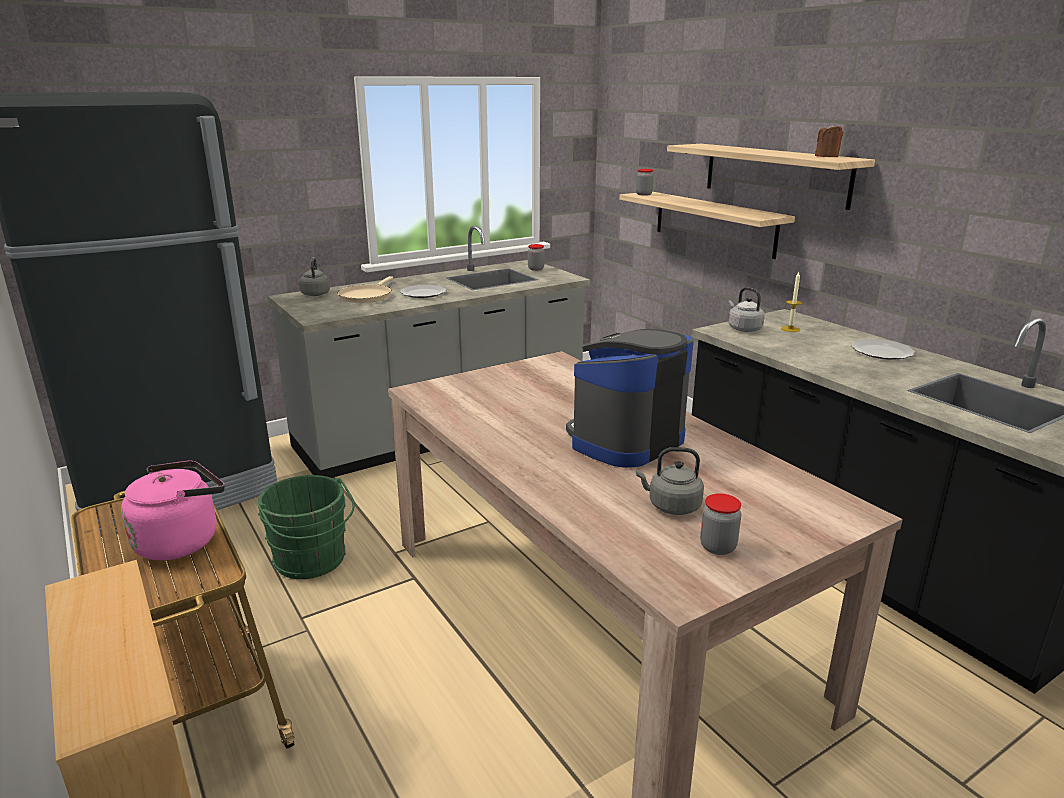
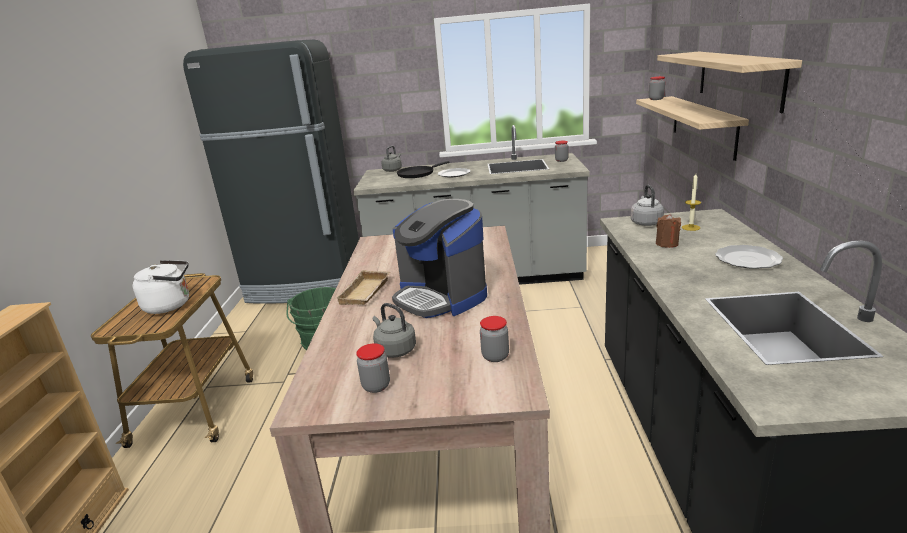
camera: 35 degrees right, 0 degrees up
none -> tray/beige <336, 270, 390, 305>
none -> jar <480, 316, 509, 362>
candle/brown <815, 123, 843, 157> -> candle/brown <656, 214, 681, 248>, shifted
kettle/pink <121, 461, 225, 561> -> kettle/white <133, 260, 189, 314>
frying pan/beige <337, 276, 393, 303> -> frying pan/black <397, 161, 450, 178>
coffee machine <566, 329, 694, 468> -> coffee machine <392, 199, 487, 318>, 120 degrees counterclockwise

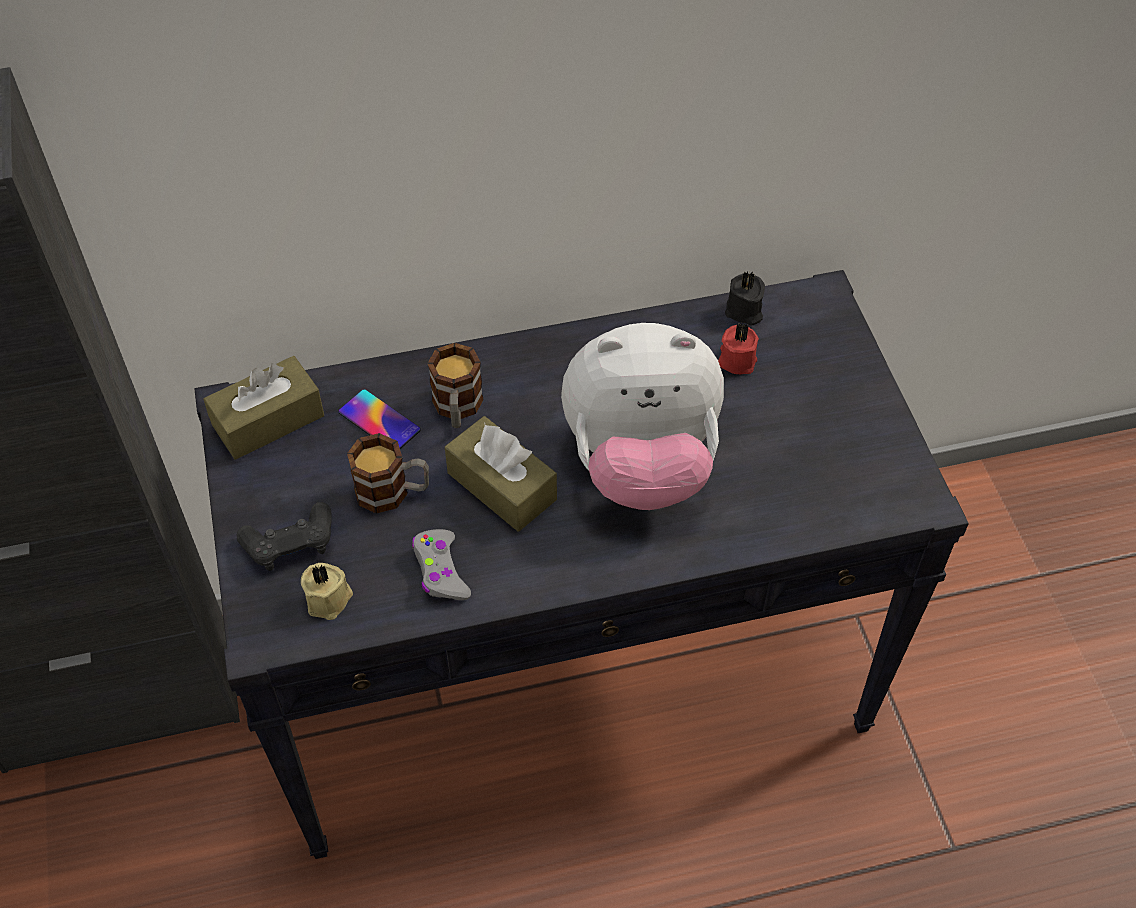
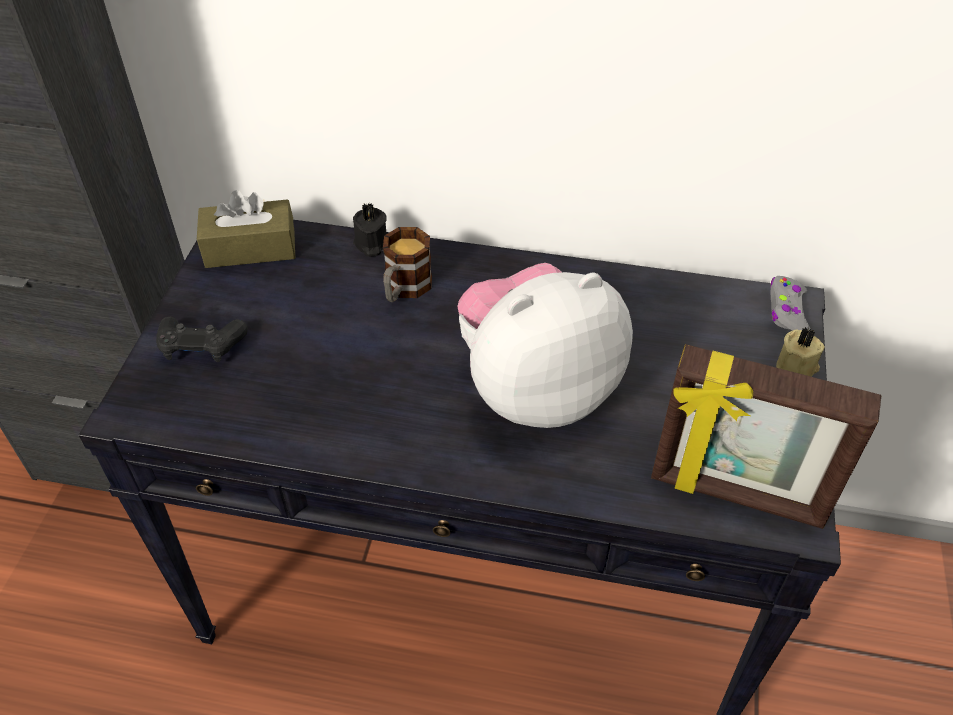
camera: 25 degrees right, 5 degrees down
phone <338, 389, 421, 449> -> none
mug <347, 433, 429, 514> -> none
tissue box/brown <445, 416, 557, 531> -> none
candle/red <718, 323, 759, 374> -> none
none -> picture frame <651, 344, 881, 529>
candle/beige <301, 563, 353, 620> -> candle/beige <776, 327, 825, 377>, shifted
game controller/grey <412, 529, 471, 600> -> game controller/grey <771, 276, 811, 331>, shifted
candle/black <725, 271, 765, 326> -> candle/black <353, 203, 387, 257>, shifted
plush toy <561, 323, 724, 510> -> plush toy <457, 263, 633, 428>, 135 degrees clockwise

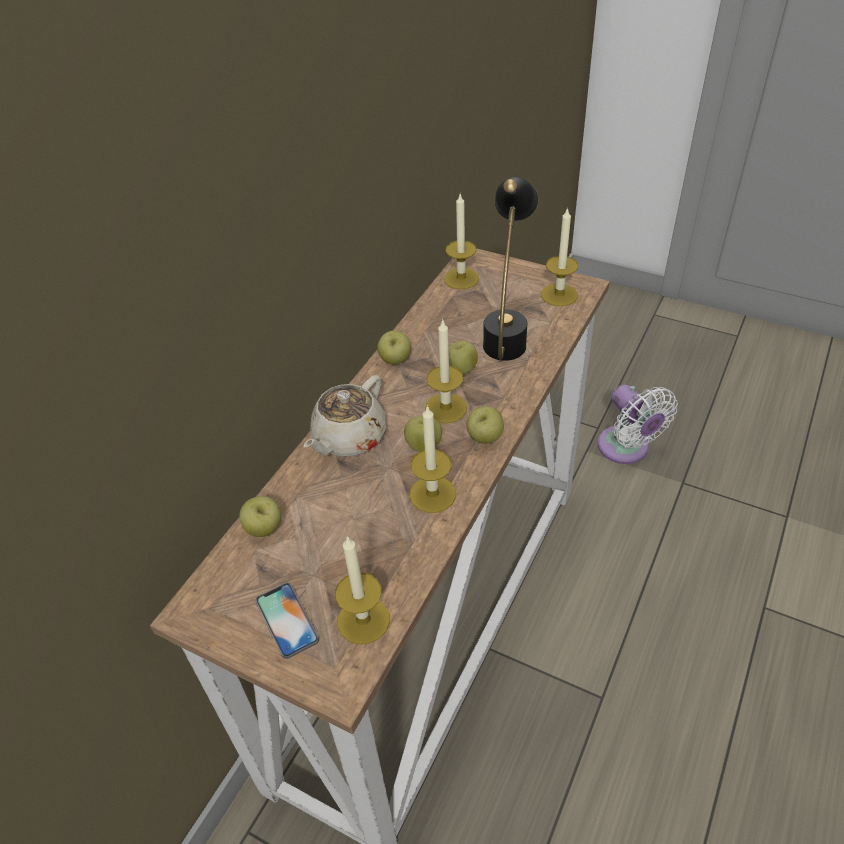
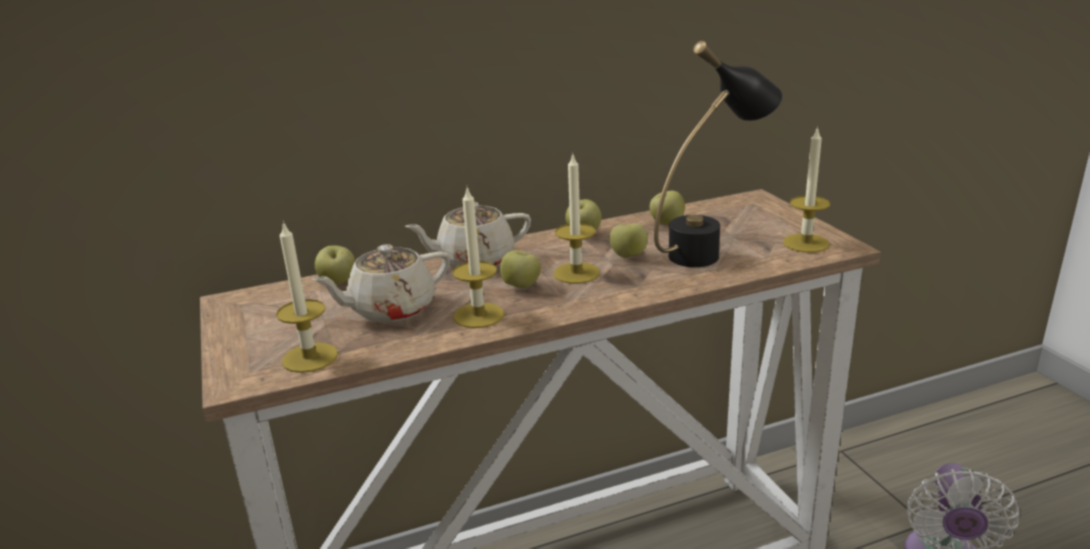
camera: 40 degrees right, 20 degrees down
phone <256, 583, 319, 659> -> none
candle <444, 194, 479, 289> -> none
none -> teapot/beige <312, 244, 450, 323>
apple <466, 406, 504, 444> -> apple <650, 191, 685, 225>, shifted

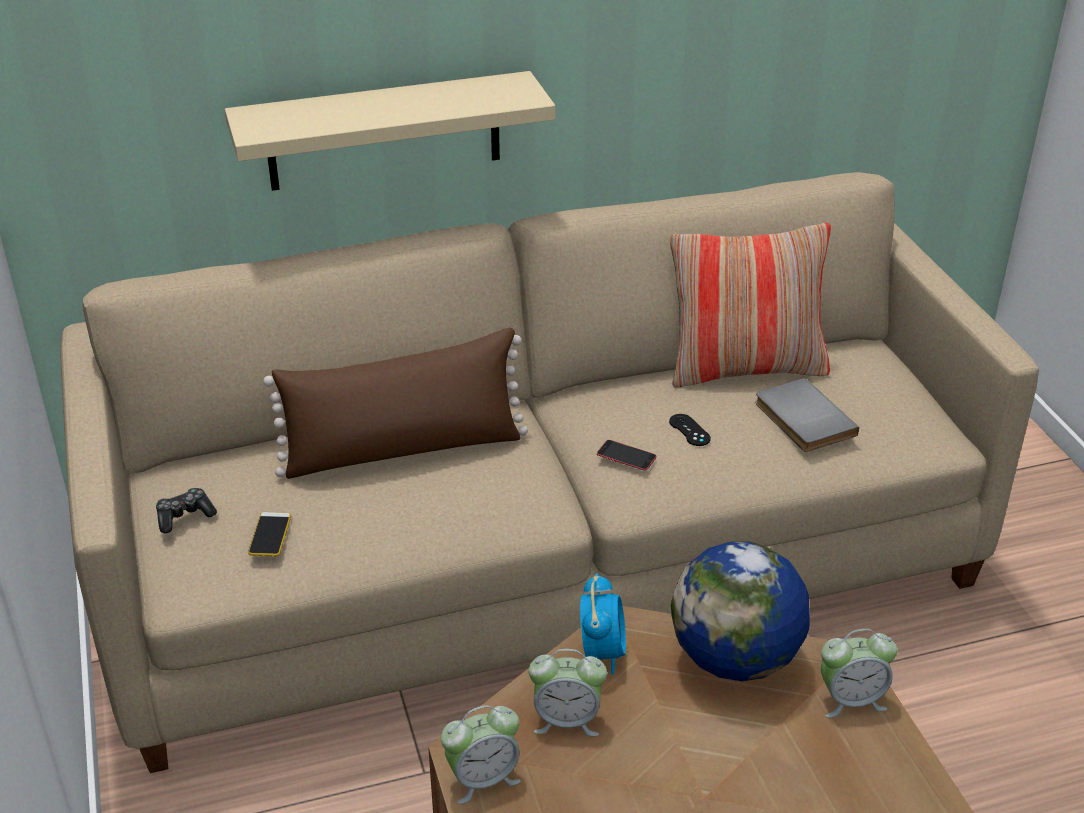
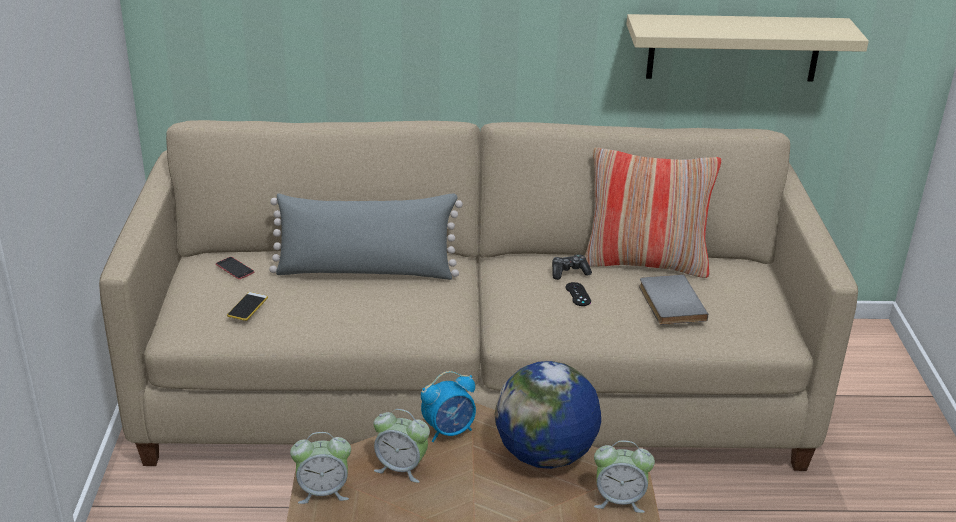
camera: 15 degrees right, 5 degrees down
game controller <156, 488, 217, 533> -> game controller <552, 254, 592, 280>, shifted
shelf/beige <225, 71, 555, 191> -> shelf/beige <626, 14, 869, 82>, shifted
phone <597, 440, 657, 471> -> phone <216, 257, 254, 279>, shifted
pillow/brown <263, 328, 528, 479> -> pillow/grey <269, 193, 463, 280>
alarm clock <580, 573, 626, 675> -> alarm clock <421, 371, 476, 442>, 45 degrees clockwise

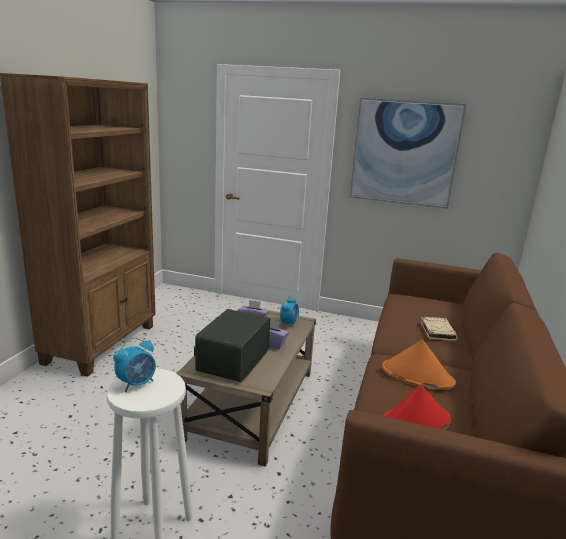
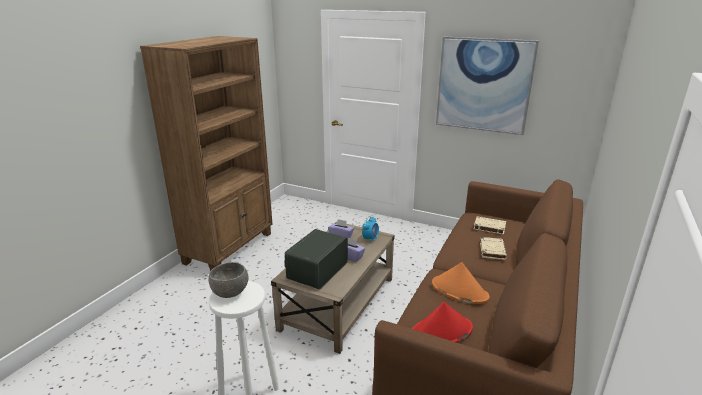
camera: 10 degrees right, 5 degrees up
none -> book/beige <474, 216, 506, 235>
alarm clock <113, 338, 156, 392> -> bowl/grey <209, 262, 248, 298>

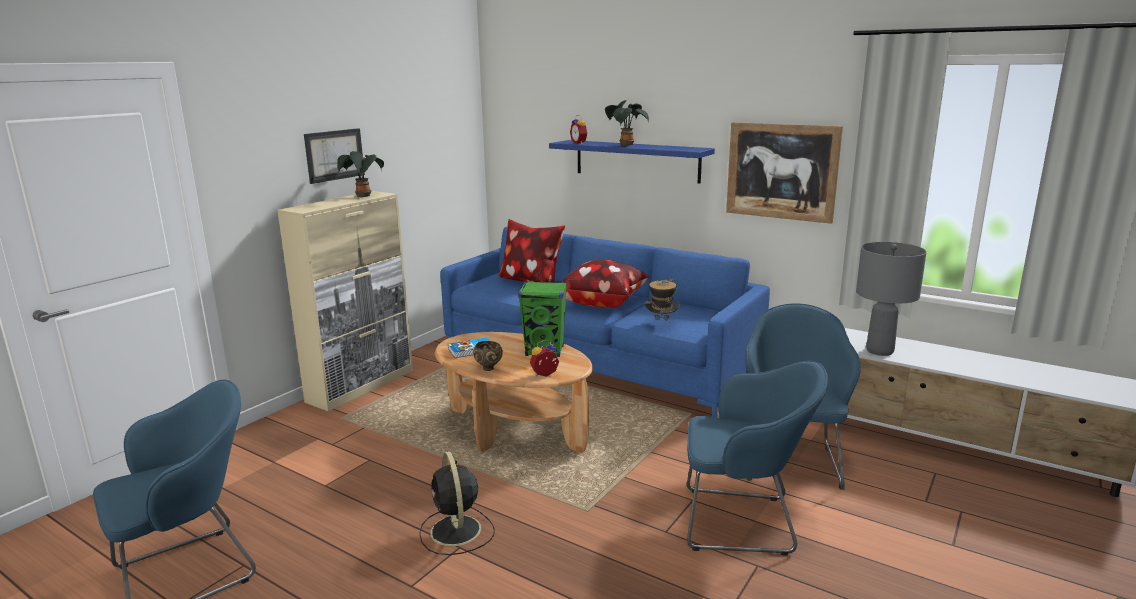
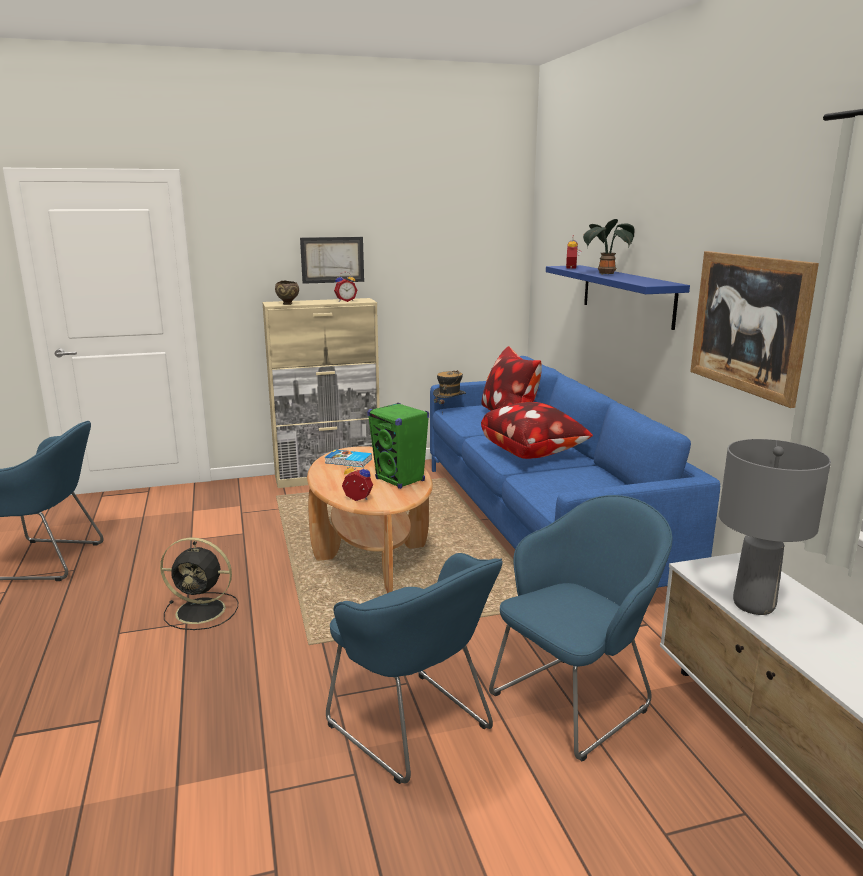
camera: 40 degrees right, 0 degrees up
bowl/brown <473, 341, 503, 371> -> bowl/brown <275, 281, 299, 305>, shifted
hat <644, 279, 680, 332> -> hat <433, 370, 466, 404>, shifted
potted plant <337, 151, 384, 197> -> alarm clock <334, 272, 358, 302>
fan/black <419, 451, 495, 555> -> fan/black <160, 537, 238, 630>, 105 degrees counterclockwise

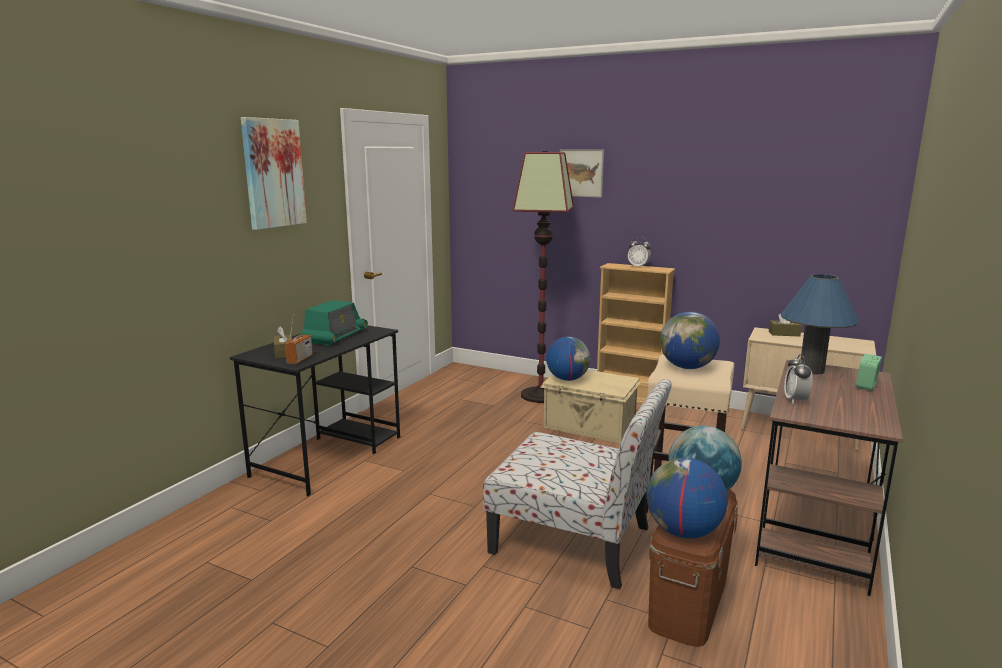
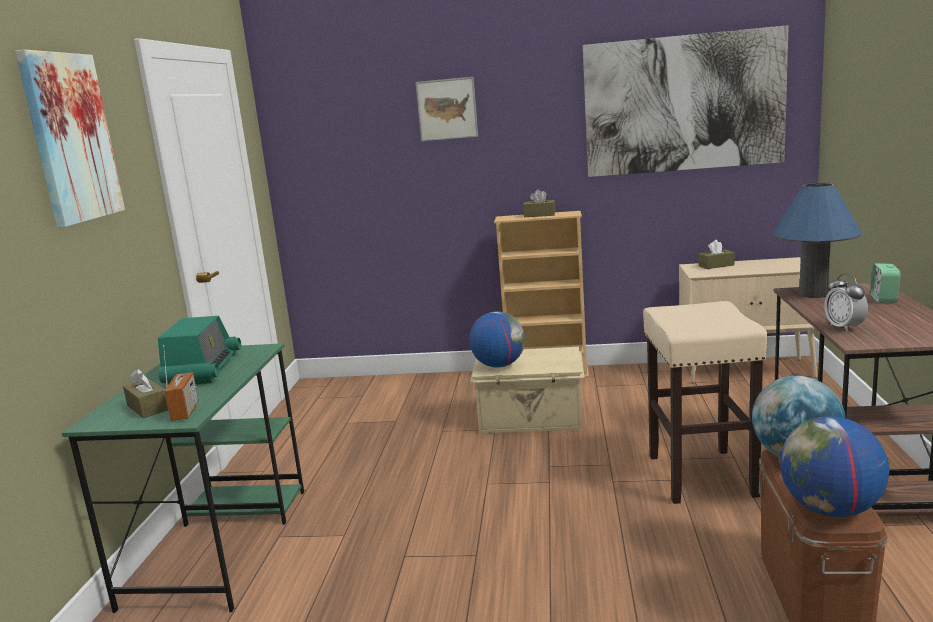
camera: 20 degrees left, 0 degrees up
chair <483, 379, 672, 589> -> none
floor lamp <512, 151, 574, 403> -> none
globe <660, 312, 720, 369> -> none
none -> picture <583, 25, 789, 177>
alarm clock <628, 237, 651, 268> -> tissue box/brown <523, 189, 555, 217>
desk/black <230, 325, 400, 496> -> desk/green <62, 343, 304, 613>

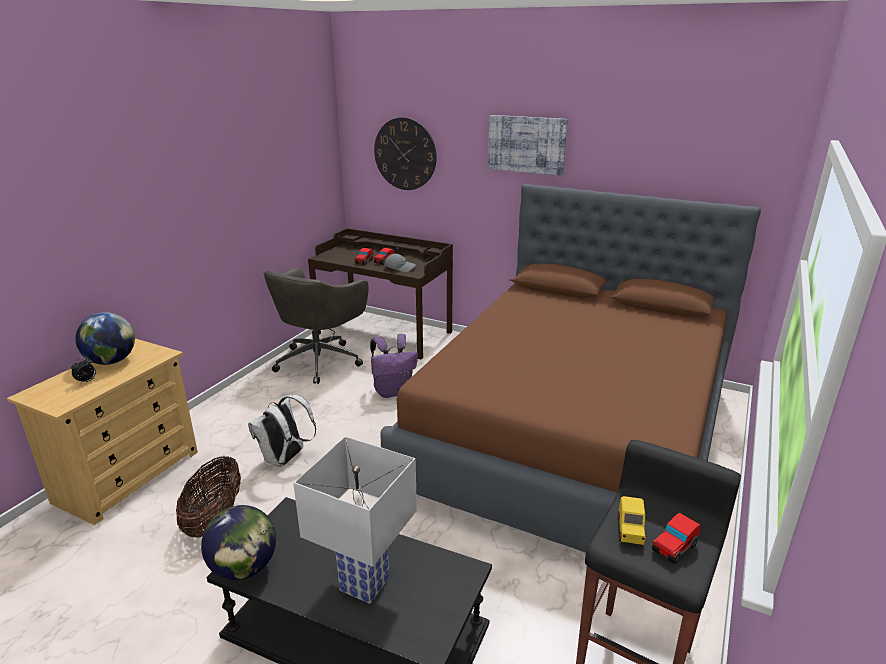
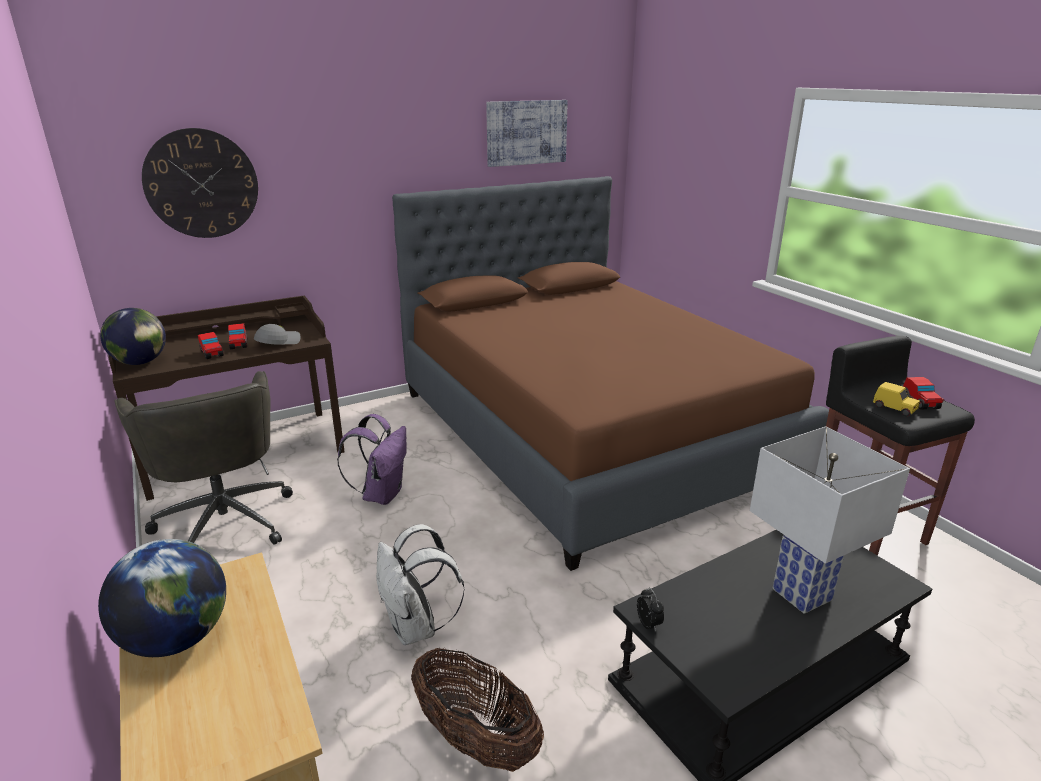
camera: 55 degrees left, 0 degrees up
alarm clock <71, 357, 96, 385> -> alarm clock <637, 588, 664, 632>, shifted
globe <201, 505, 276, 580> -> globe <100, 308, 166, 365>, shifted
picture <488, 115, 568, 176> -> picture <486, 100, 568, 167>, shifted

